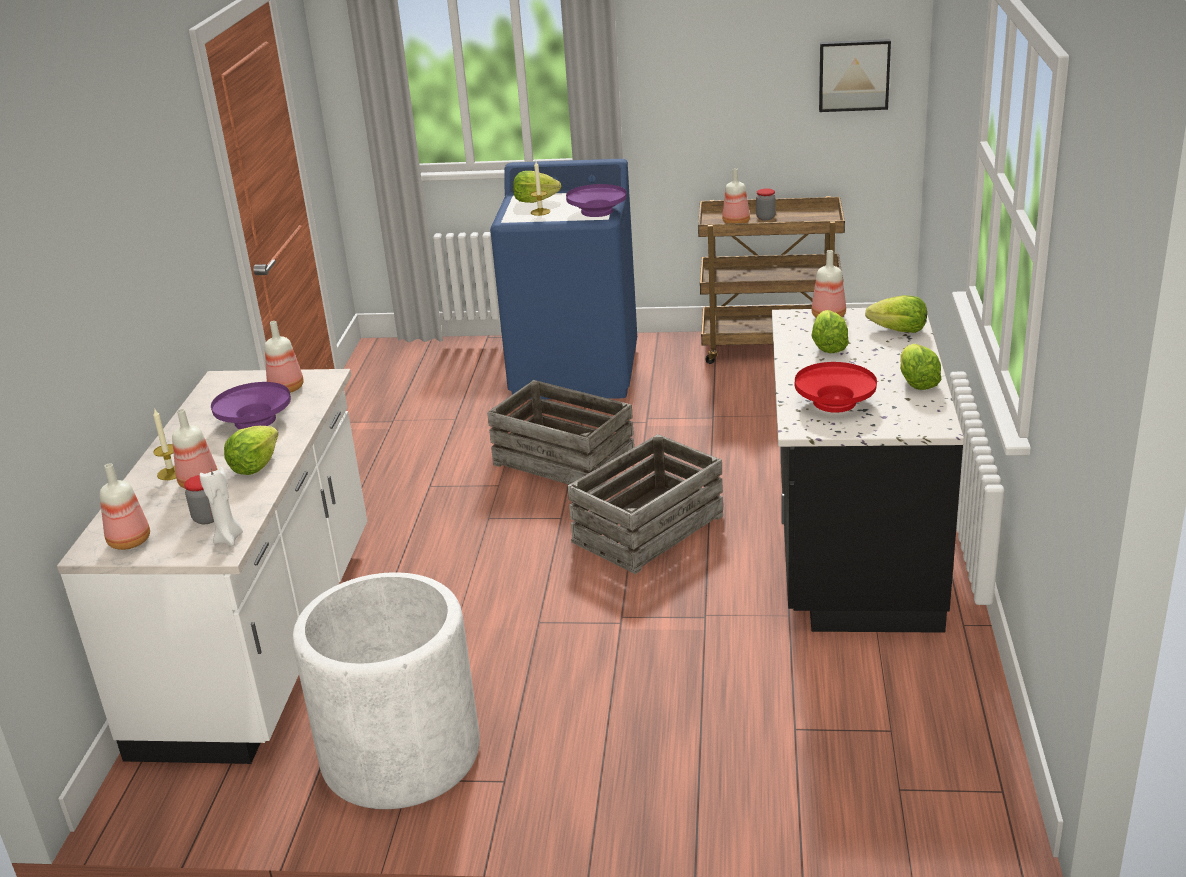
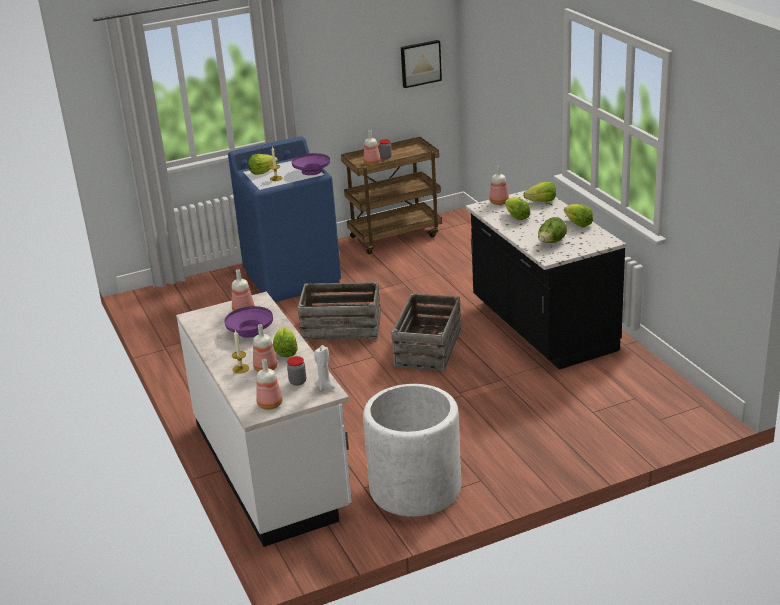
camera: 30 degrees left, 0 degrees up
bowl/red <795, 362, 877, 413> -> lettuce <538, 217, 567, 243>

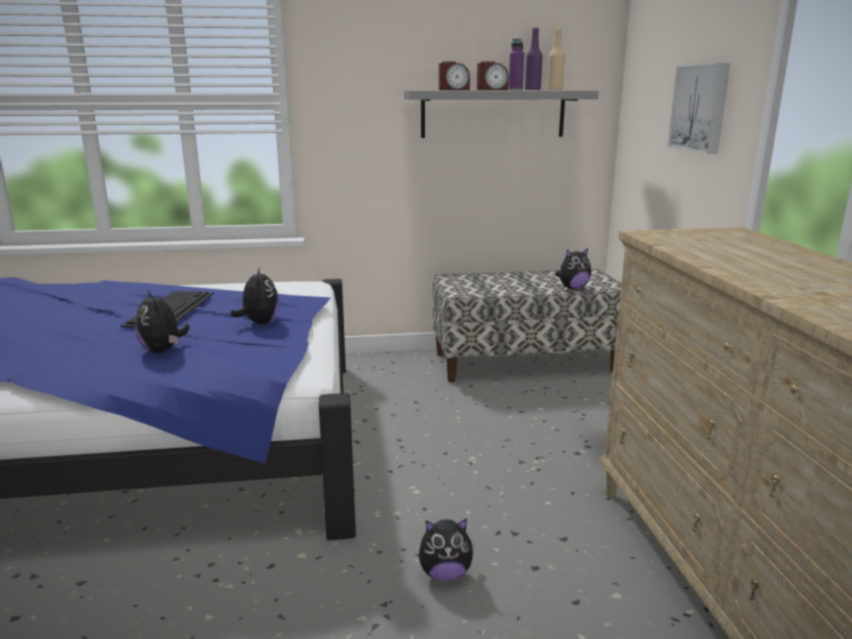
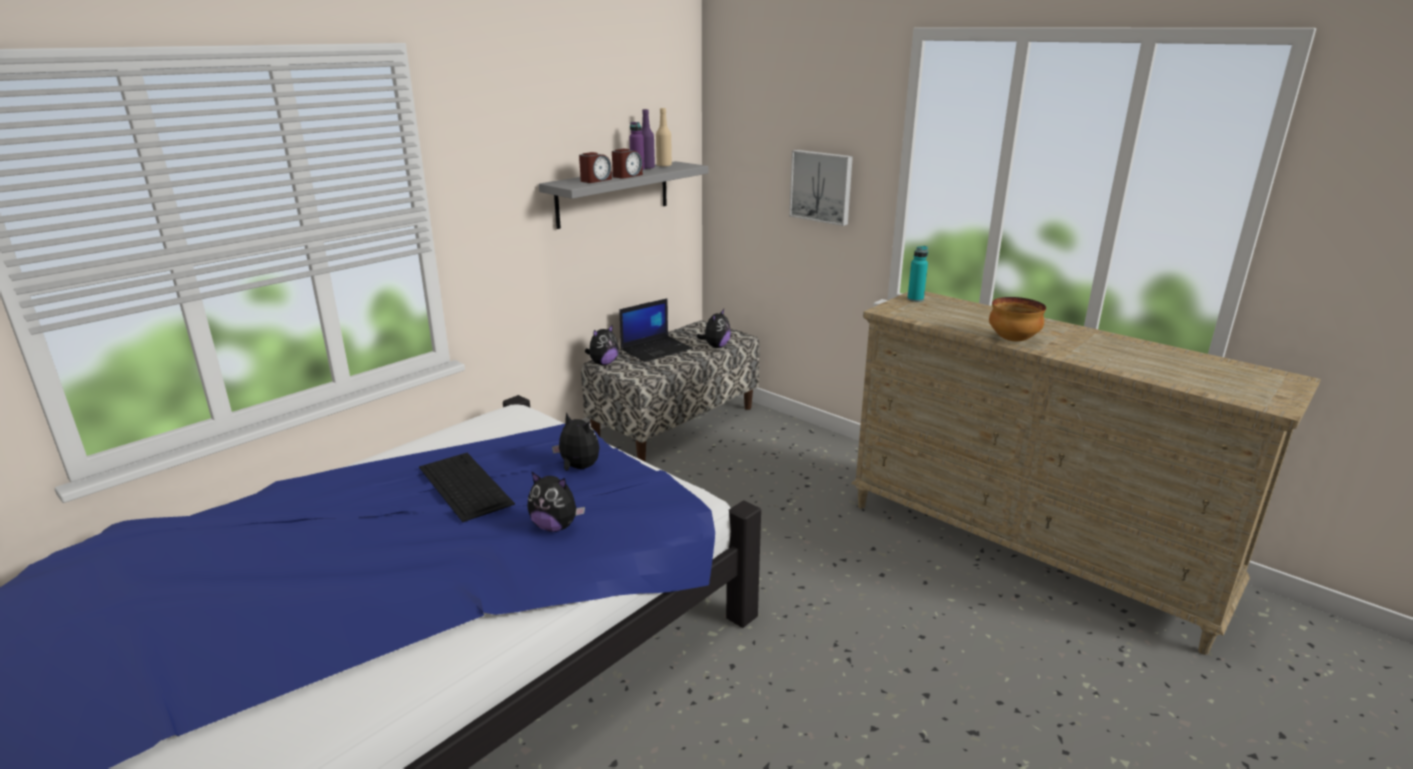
camera: 40 degrees left, 5 degrees up
none -> laptop <619, 298, 692, 362>
none -> bottle/turquoise <907, 246, 928, 302>
none -> bowl <989, 297, 1046, 341>
plush toy <419, 519, 475, 581> -> plush toy <585, 324, 619, 365>, shifted

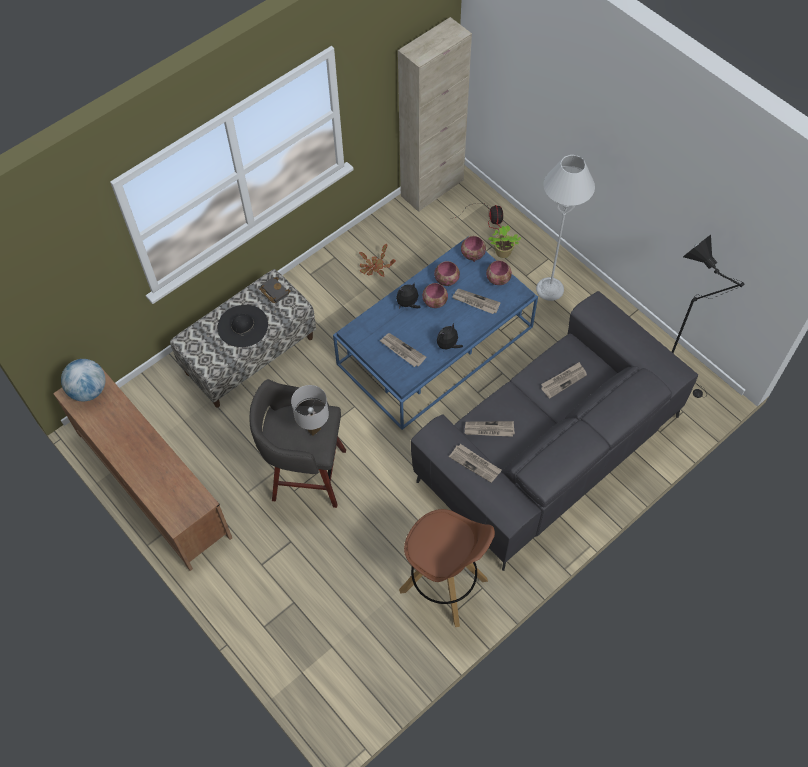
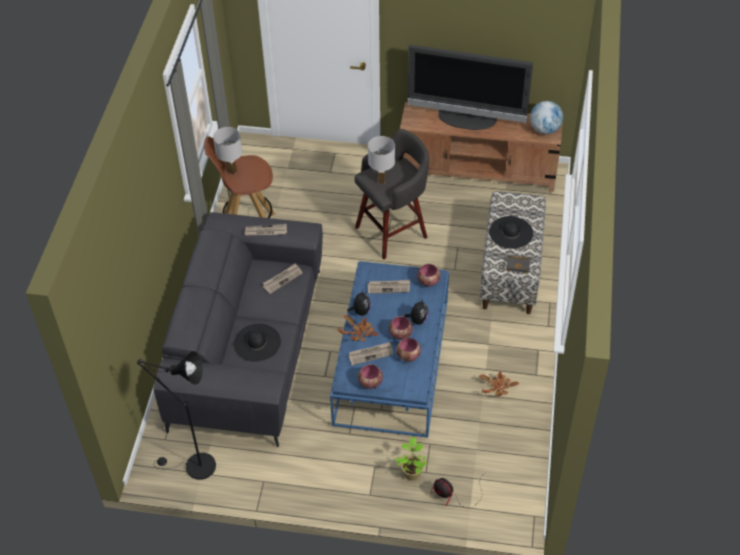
camera: 140 degrees right, 10 degrees down
cabinet/beige <398, 17, 472, 212> -> none
floor lamp/grey <536, 155, 595, 301> -> none
none -> table lamp/white <213, 127, 242, 174>
none -> potted plant <337, 315, 379, 341>
none -> television <408, 45, 533, 130>
bowl <461, 236, 486, 262> -> bowl <417, 264, 440, 287>, shifted
newspaper <541, 362, 587, 398> -> hat/black <234, 324, 281, 362>

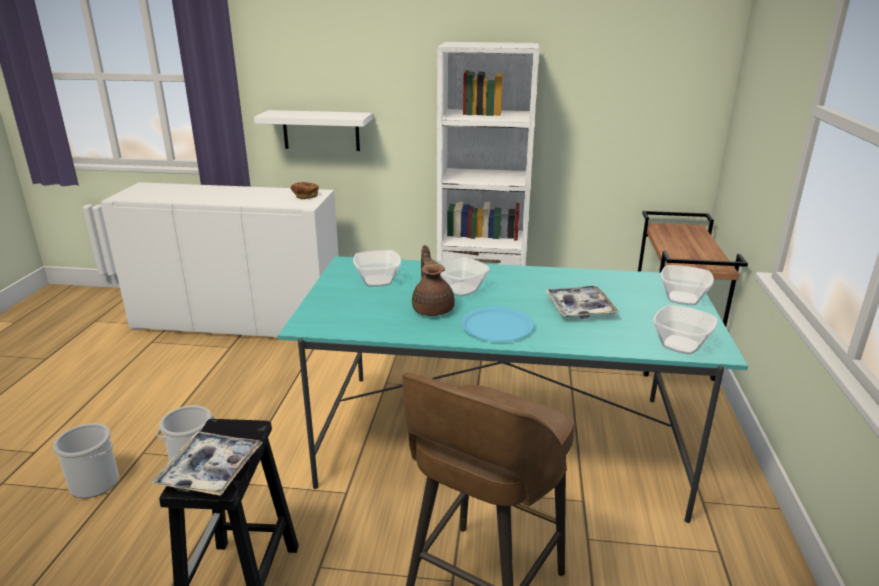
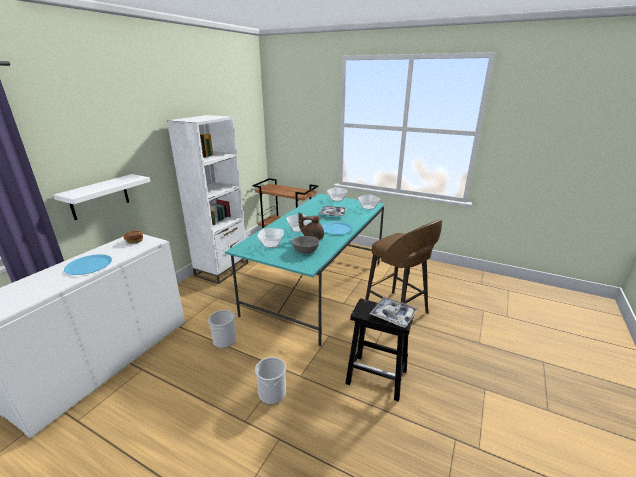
camera: 70 degrees left, 0 degrees up
none -> plate/blue <64, 254, 112, 275>
none -> bowl/grey <292, 236, 320, 254>
bucket <53, 423, 119, 498> -> bucket <208, 310, 236, 348>, shifted

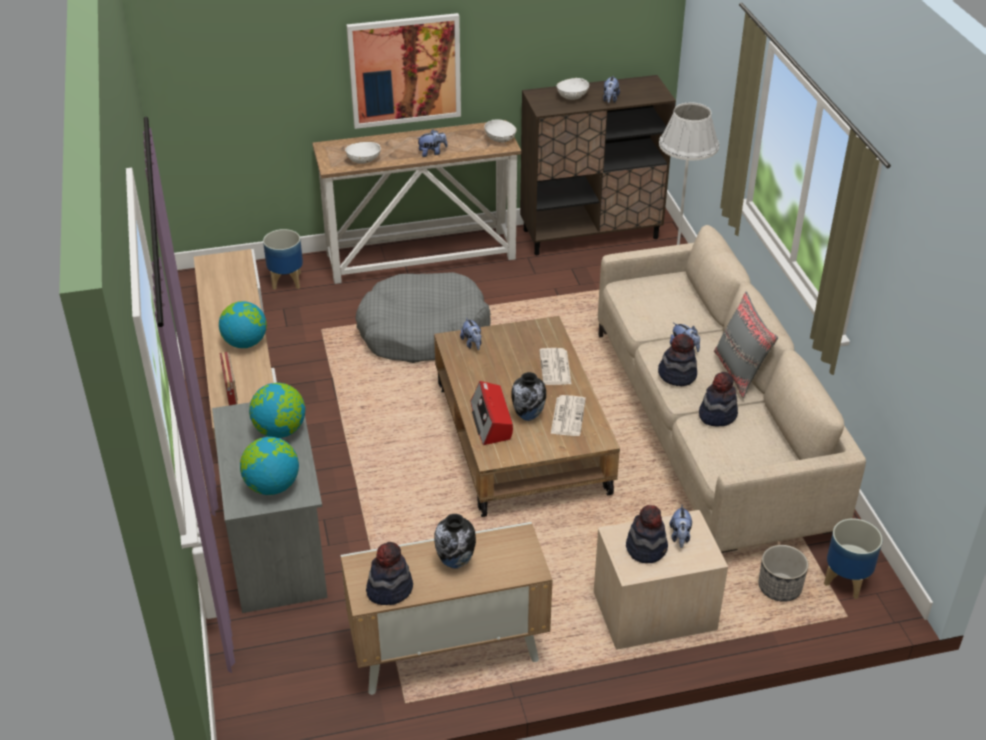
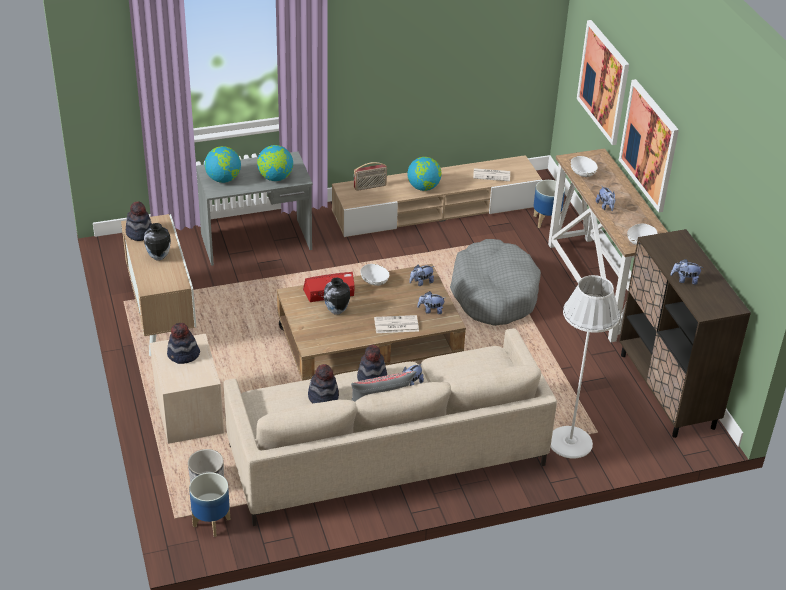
camera: 85 degrees right, 0 degrees up
none -> picture <577, 20, 629, 145>
newspaper <551, 395, 586, 436> -> newspaper <473, 168, 510, 181>, shifted
bowl/white <557, 78, 589, 100> -> bowl/white <361, 264, 390, 286>, shifted
plush toy <669, 505, 692, 548> -> plush toy <417, 291, 444, 314>, shifted

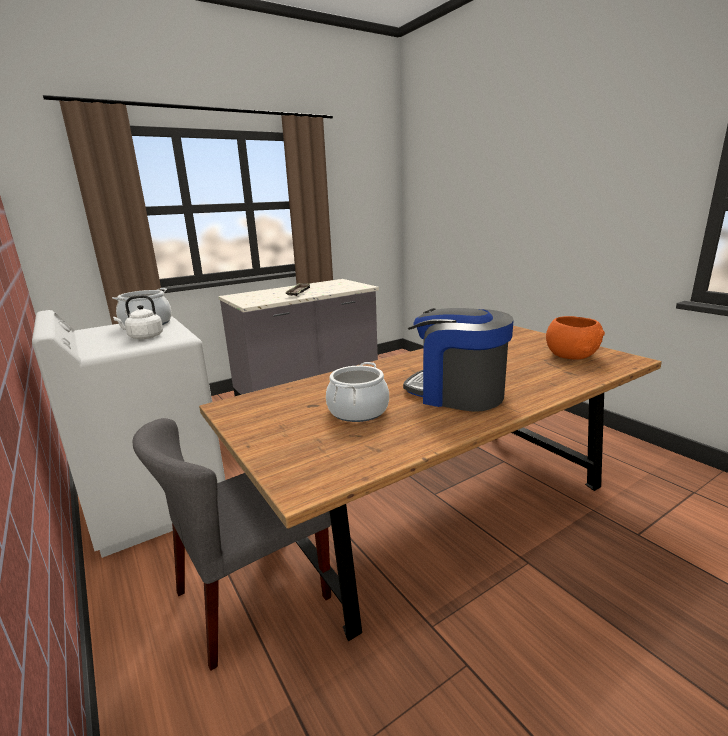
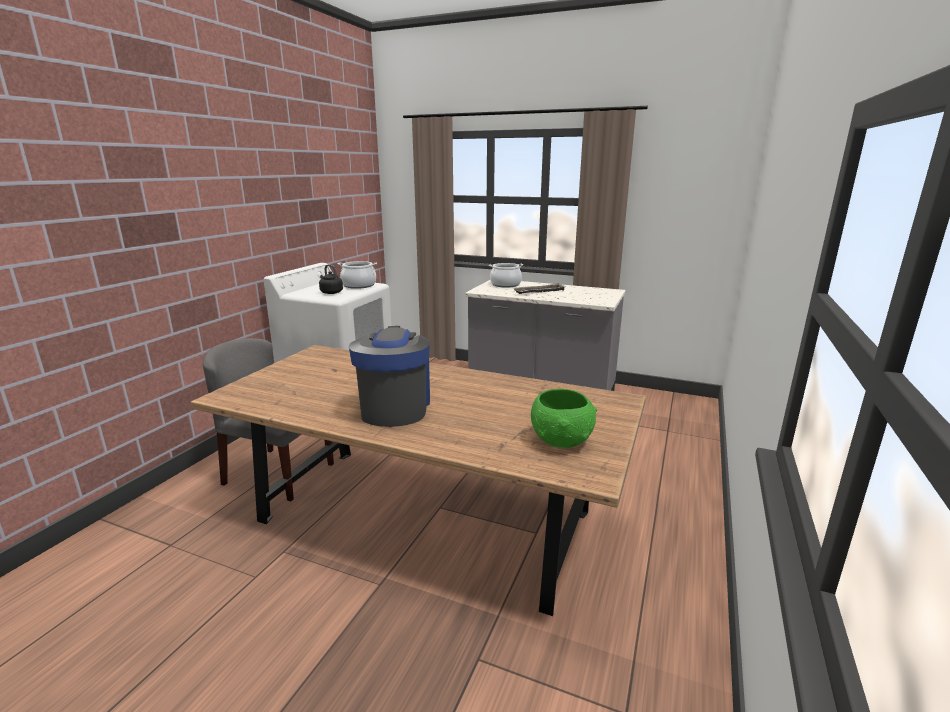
camera: 55 degrees right, 0 degrees up
cooking pot <326, 362, 389, 422> -> cooking pot <489, 263, 523, 288>, shifted
kettle/white <113, 295, 163, 339> -> kettle/black <319, 265, 343, 294>
bowl/orange <546, 316, 605, 359> -> bowl/green <531, 389, 597, 448>

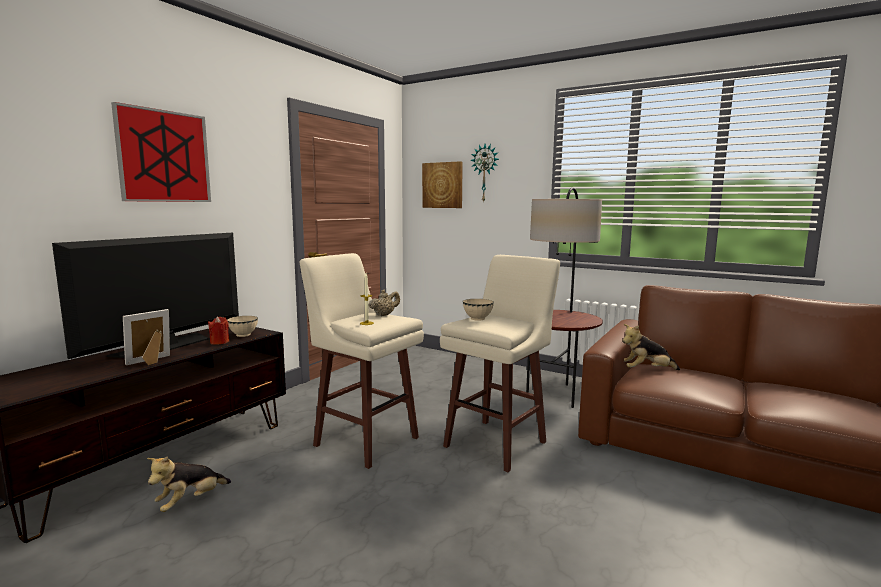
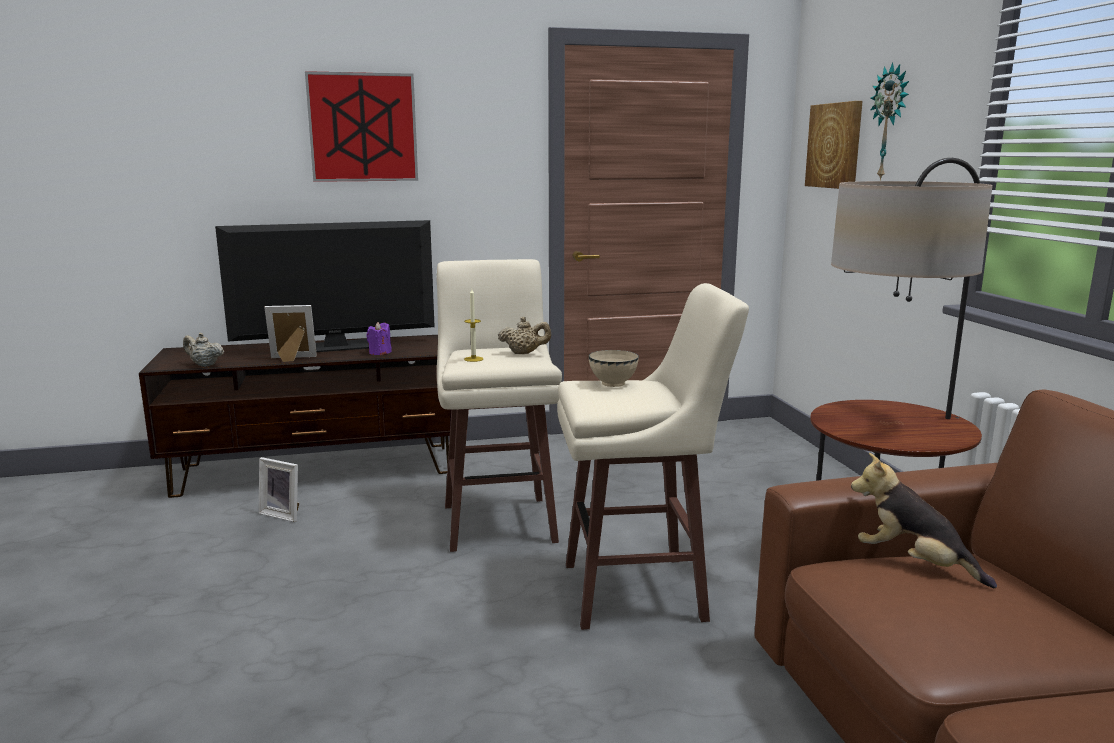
camera: 45 degrees right, 5 degrees up
bowl/beige <227, 316, 258, 337> -> none
none -> teapot/beige <183, 333, 224, 367>
plush toy <147, 456, 231, 512> -> picture frame <259, 457, 300, 522>
candle/red <208, 317, 229, 345> -> candle/purple <367, 322, 392, 355>

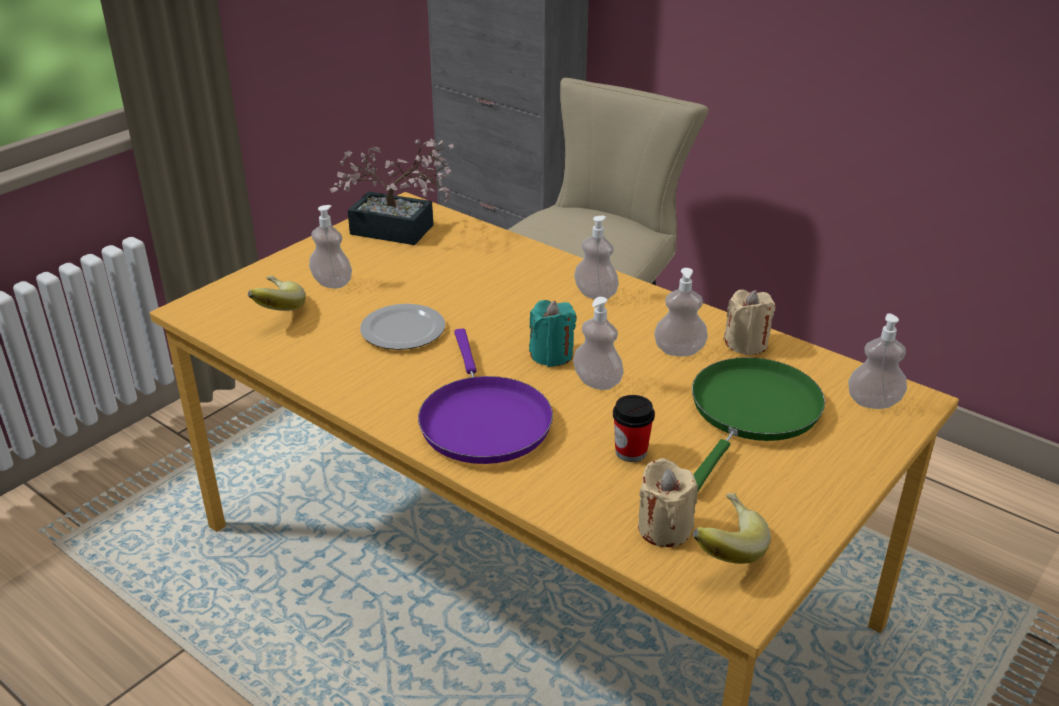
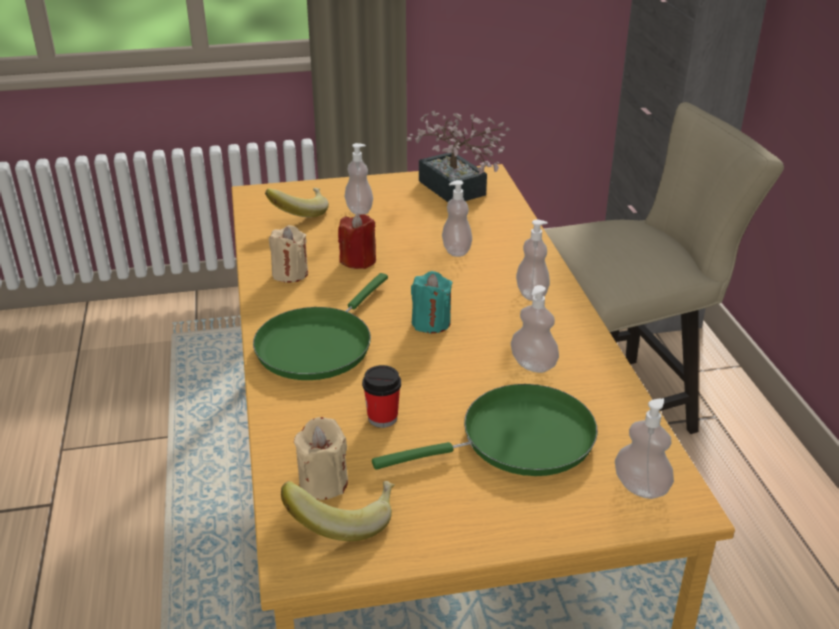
camera: 40 degrees right, 0 degrees up
soap dispenser <573, 297, 624, 390> -> soap dispenser <442, 180, 472, 257>, shifted
candle/beige <724, 290, 776, 355> -> candle/beige <269, 225, 308, 283>, shifted
plate <360, 304, 445, 350> -> candle/red <338, 213, 376, 269>
frying pan/purple <418, 328, 553, 464> -> frying pan/green <253, 273, 388, 380>

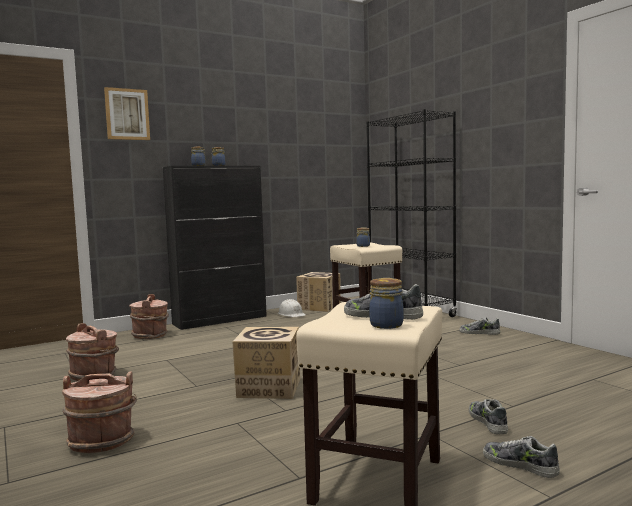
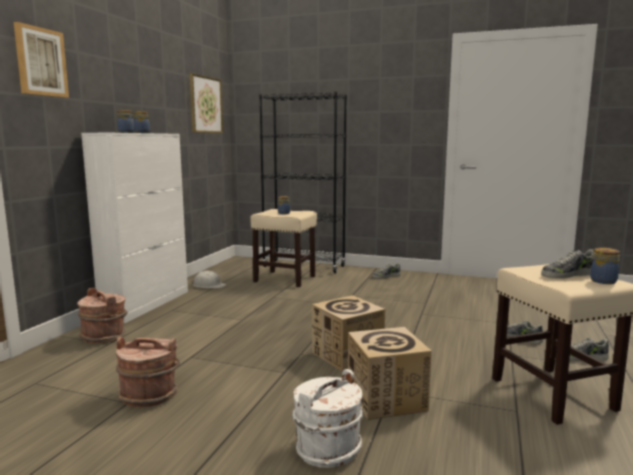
camera: 40 degrees left, 5 degrees up
none -> picture <190, 73, 223, 133>
cardboard box <296, 272, 340, 312> -> cardboard box <348, 327, 432, 420>, shifted
bucket/brown <62, 371, 137, 453> -> bucket/white <292, 369, 363, 468>
cabinet/black <163, 166, 267, 330> -> cabinet/white <81, 133, 188, 323>

